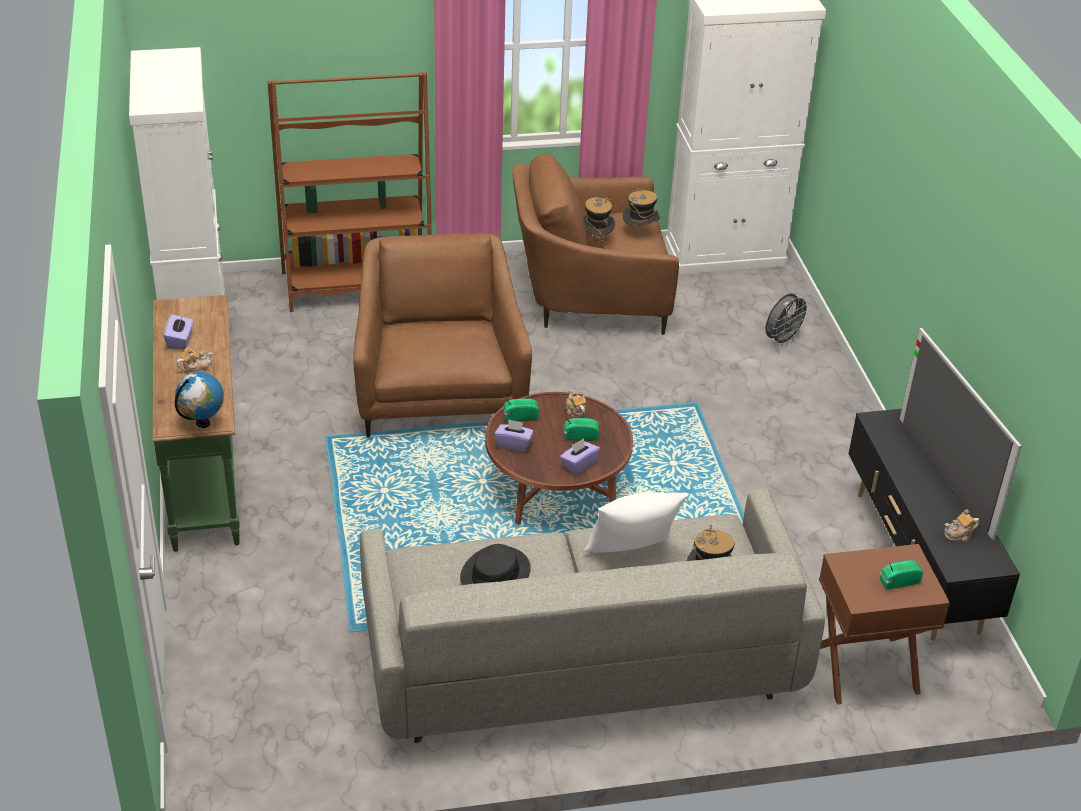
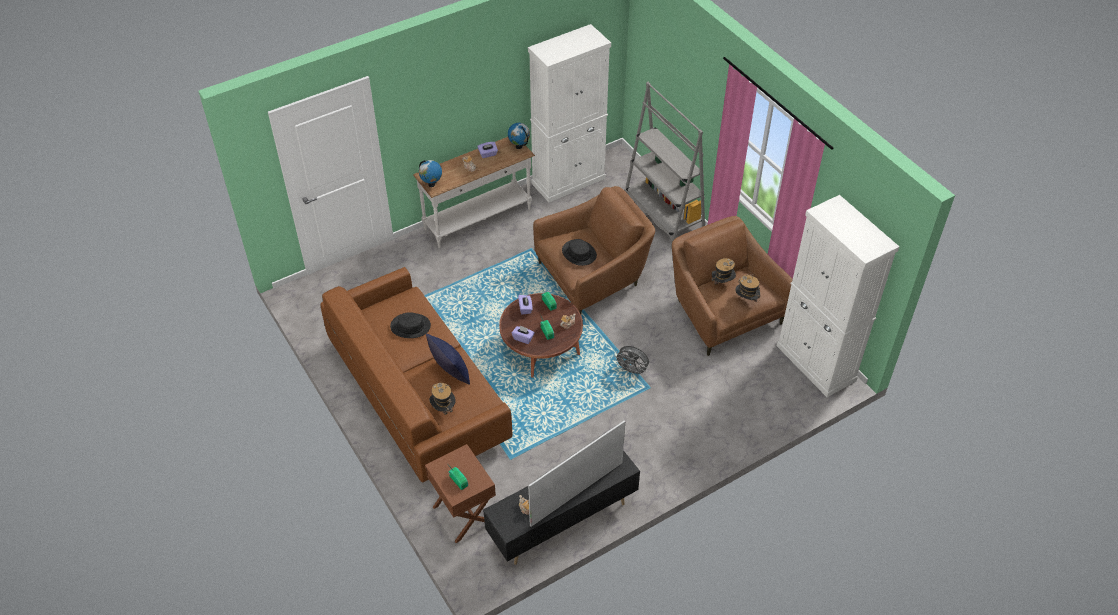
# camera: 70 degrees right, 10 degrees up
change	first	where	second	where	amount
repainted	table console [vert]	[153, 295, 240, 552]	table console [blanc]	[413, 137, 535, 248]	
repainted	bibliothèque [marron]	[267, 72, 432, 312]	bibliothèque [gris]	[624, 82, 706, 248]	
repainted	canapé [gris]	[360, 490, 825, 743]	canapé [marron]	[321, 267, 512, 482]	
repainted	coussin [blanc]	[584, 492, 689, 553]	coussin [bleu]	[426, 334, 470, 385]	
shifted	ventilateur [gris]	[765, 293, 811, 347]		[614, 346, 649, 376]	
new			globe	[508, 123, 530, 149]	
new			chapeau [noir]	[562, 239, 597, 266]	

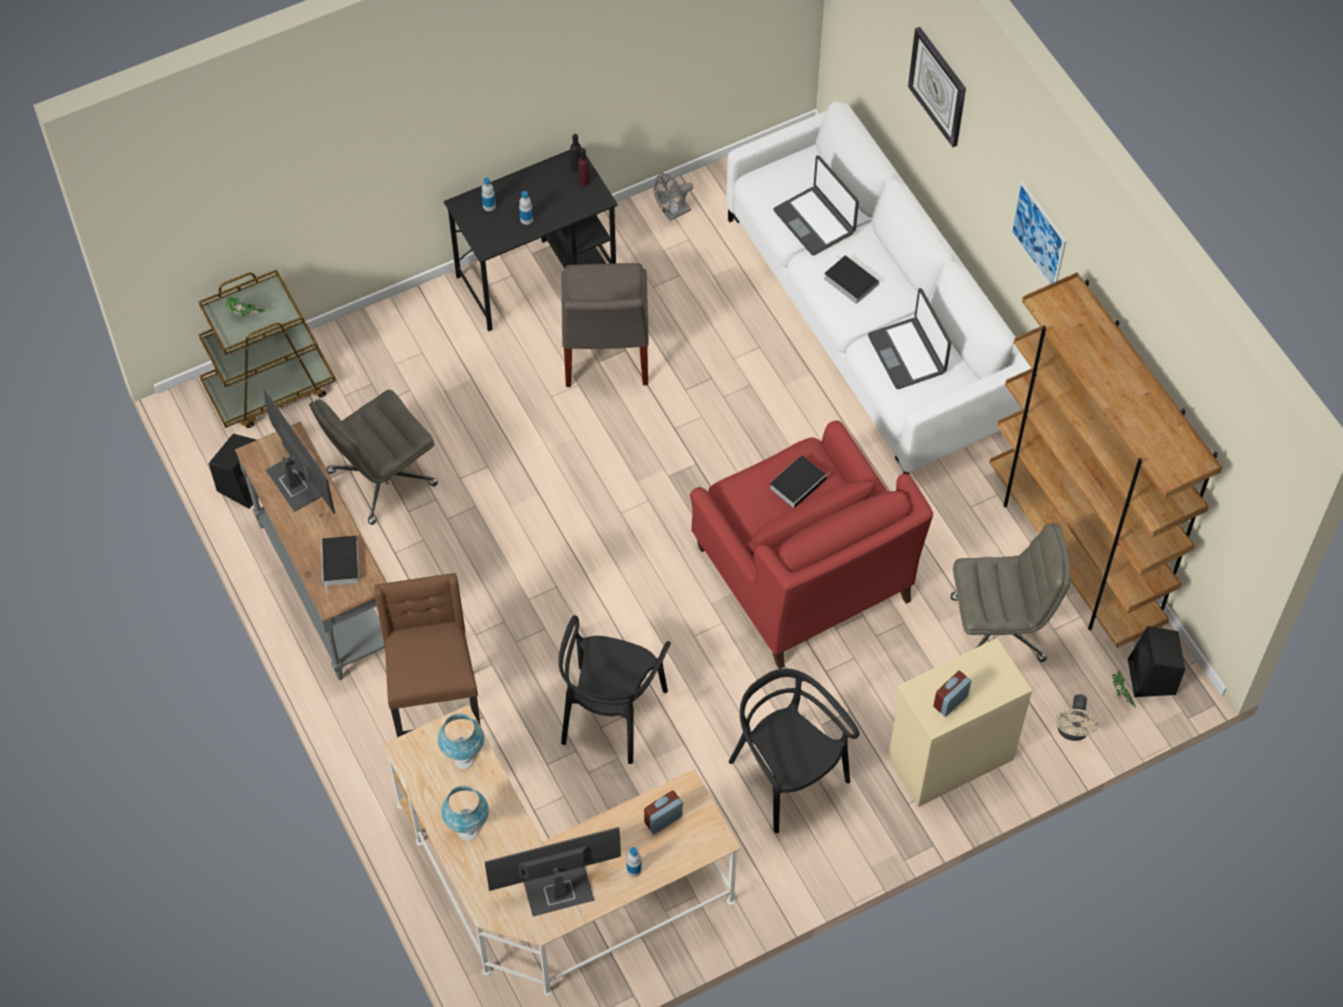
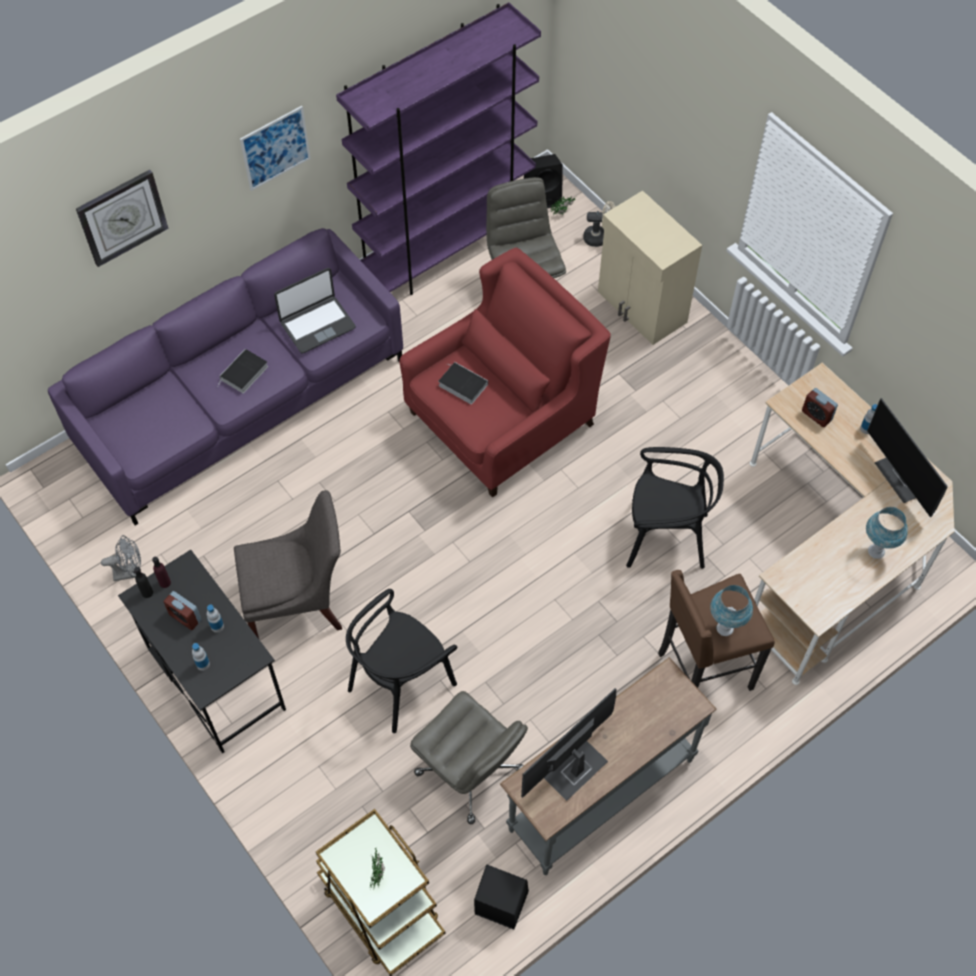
# camera: 100 degrees left, 0 degrees up
change	first	where	second	where	amount
gone	livre	[321, 536, 359, 594]			
shifted	lampe de table [bleu]	[438, 713, 484, 769]		[710, 585, 753, 636]	
rotated	ventilateur [gris]	[654, 173, 694, 221]		[101, 535, 141, 581]	60 degrees counterclockwise
repainted	canapé [blanc]	[726, 101, 1031, 474]	canapé [violet]	[48, 228, 403, 525]	
shifted	chaise [noir]	[729, 668, 859, 833]		[346, 589, 457, 733]	
gone	ordinateur portable	[773, 155, 859, 255]			
shifted	réveil	[933, 671, 971, 717]		[163, 591, 202, 630]	
repainted	bibliothèque [marron]	[989, 272, 1223, 648]	bibliothèque [violet]	[336, 2, 541, 295]	

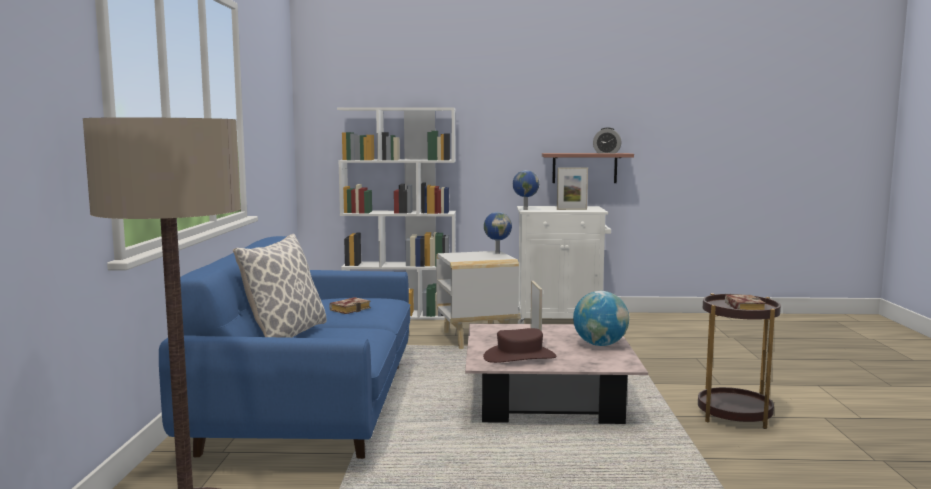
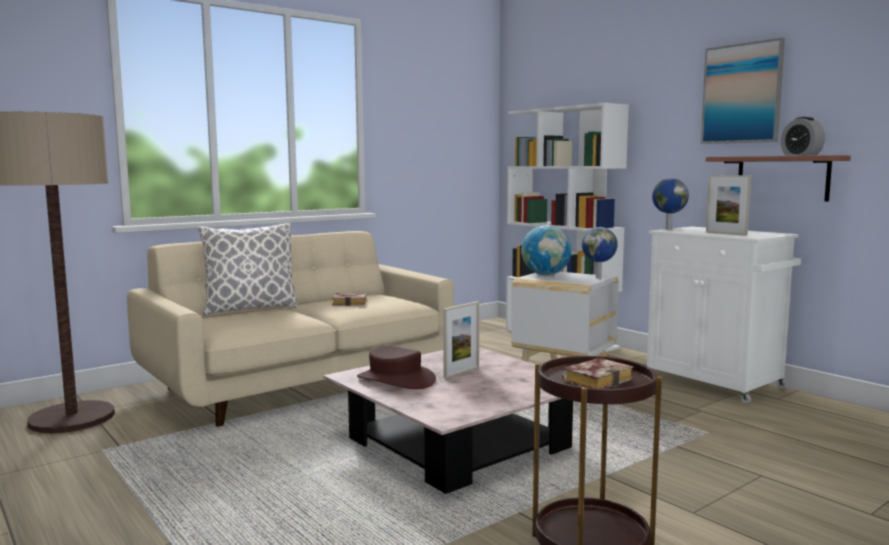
# camera: 50 degrees right, 0 degrees up
change	first	where	second	where	amount
repainted	canapé [bleu]	[159, 236, 410, 459]	canapé [beige]	[127, 231, 454, 427]	
shifted	globe	[573, 291, 629, 346]		[521, 225, 572, 275]	
new			tableau	[701, 37, 785, 144]	

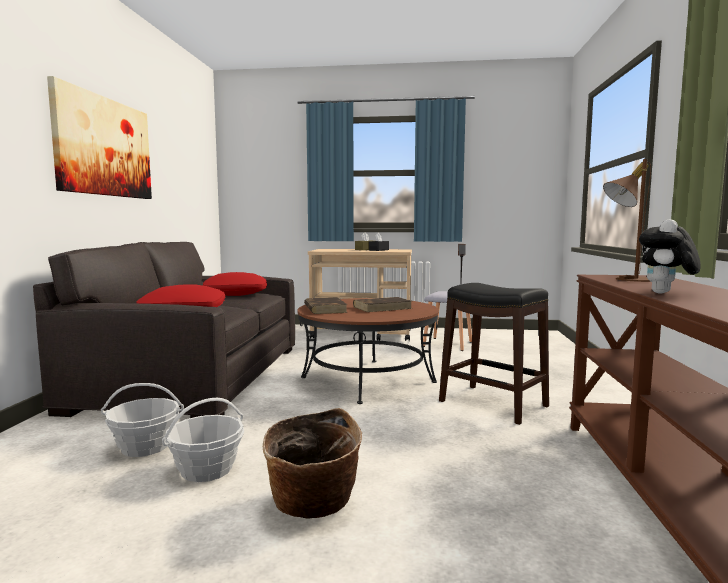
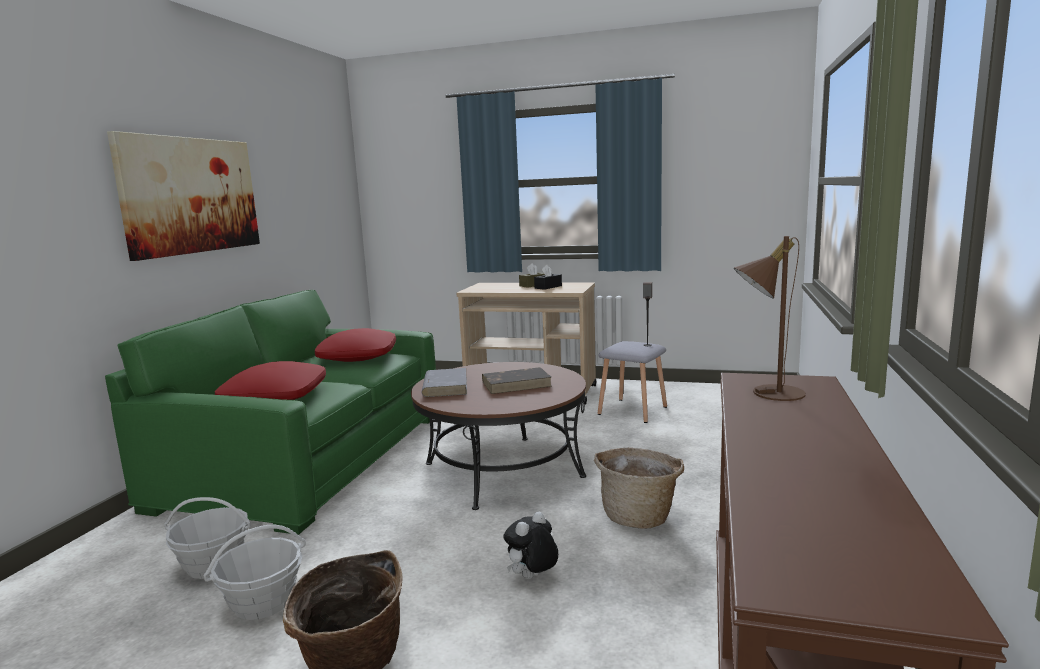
# camera: 10 degrees right, 5 degrees up
change	first	where	second	where	amount
repainted	canapé [gris]	[33, 242, 295, 418]	canapé [vert]	[105, 290, 436, 535]	
repainted	livre [marron]	[304, 297, 348, 314]	livre [gris]	[422, 368, 467, 397]	
swapped	tabouret [noir]	[439, 283, 549, 425]	panier	[594, 448, 684, 529]	
shifted	peluche	[639, 219, 701, 294]		[503, 512, 558, 579]	

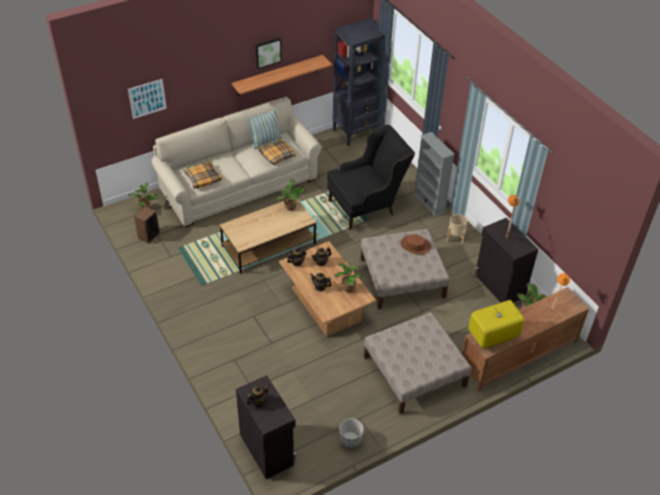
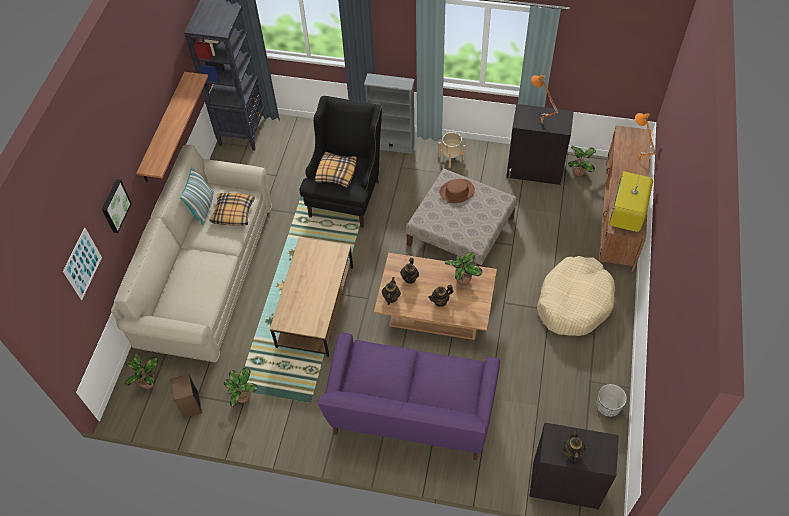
# camera: 45 degrees left, 10 degrees up
change	first	where	second	where	amount
shifted	coussin	[184, 162, 222, 188]		[315, 152, 357, 187]	
shifted	tableau	[256, 38, 282, 69]		[102, 179, 132, 233]	
shifted	plante en pot	[276, 179, 305, 211]		[224, 368, 258, 407]	
swapped	pouf [beige]	[364, 312, 472, 414]	panier pour chien [beige]	[537, 256, 616, 336]	
new			canapé [violet]	[318, 332, 500, 460]	

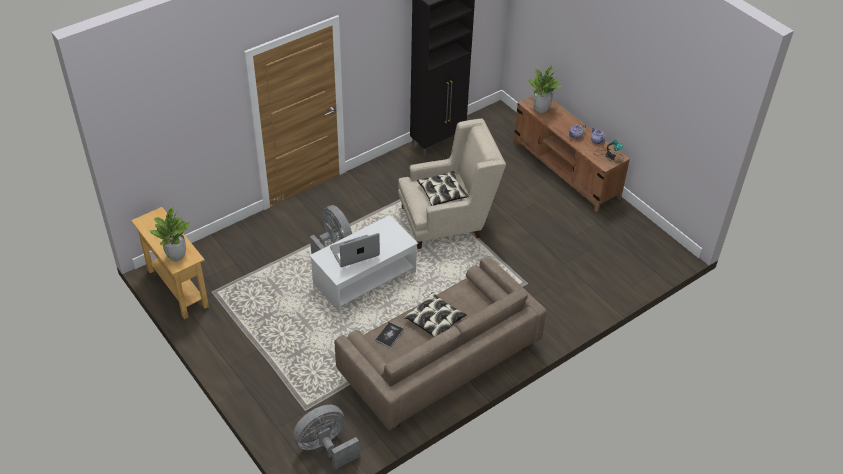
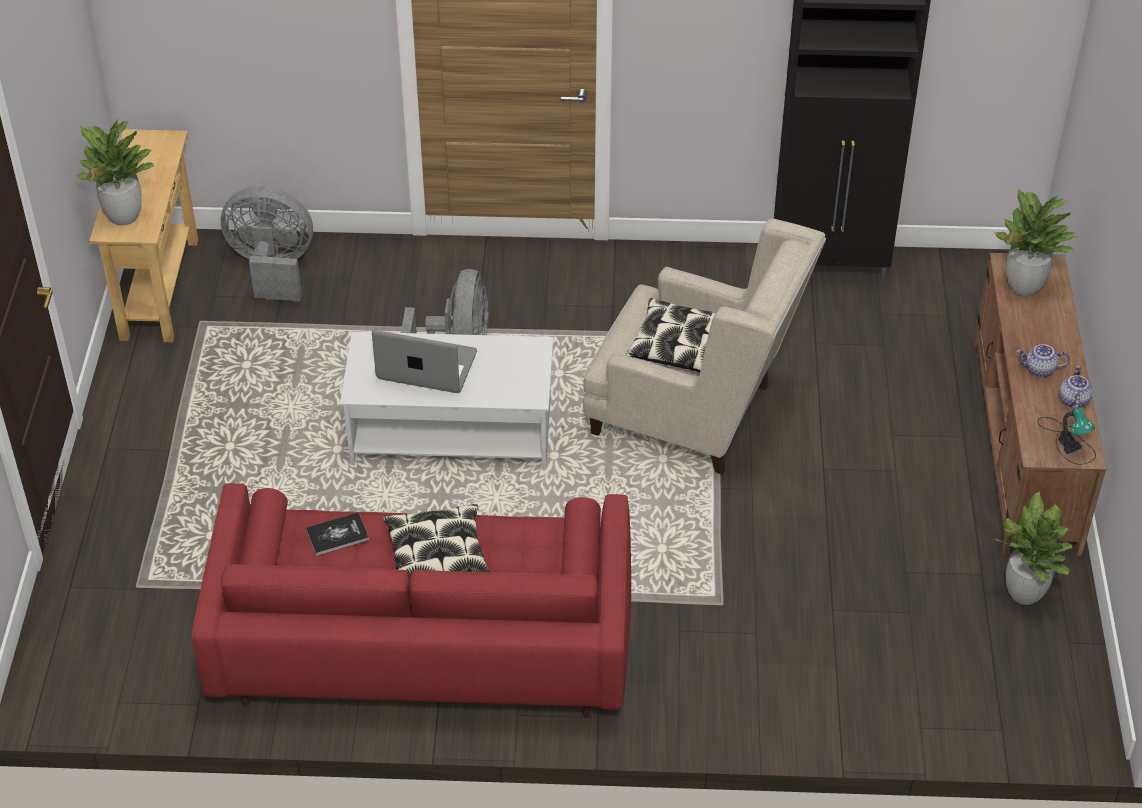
# camera: 40 degrees right, 0 degrees up
change	first	where	second	where	amount
shifted	ventilateur [gris]	[293, 405, 360, 470]		[221, 186, 313, 302]	
repainted	canapé [beige]	[335, 256, 546, 430]	canapé [rouge]	[192, 483, 631, 717]	
new			plante en pot	[992, 491, 1072, 605]	

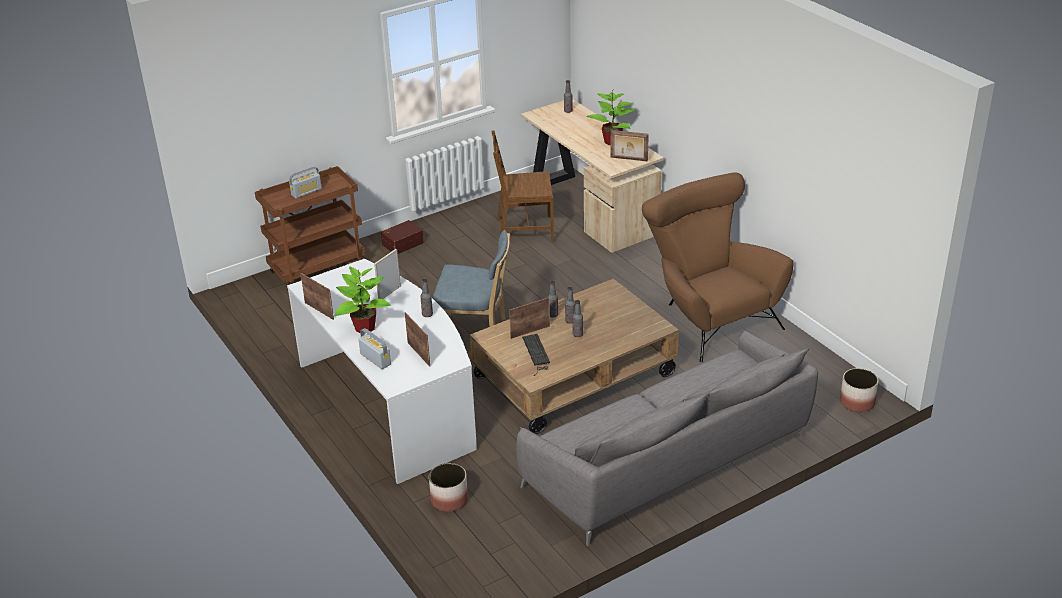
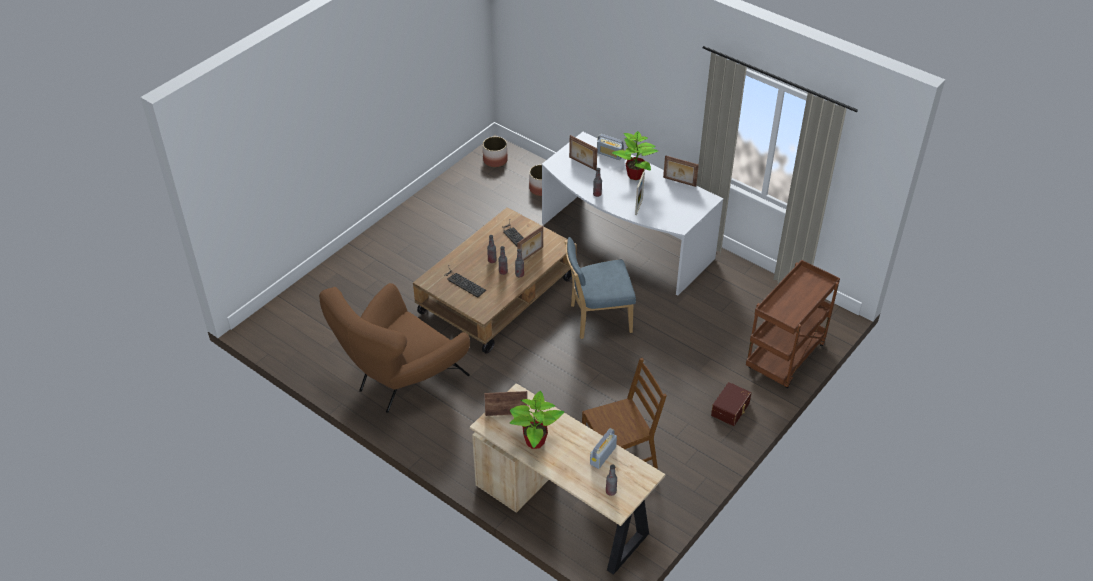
# camera: 160 degrees right, 10 degrees up
change	first	where	second	where	amount
shifted	radio	[289, 167, 322, 198]		[590, 428, 617, 469]	
gone	canapé [gris]	[516, 330, 818, 547]			
rotated	fauteuil [marron]	[642, 173, 794, 362]		[319, 283, 470, 413]	90 degrees clockwise
shifted	cache-pot	[840, 368, 878, 412]		[483, 136, 508, 167]	
new			clavier	[444, 271, 486, 298]	

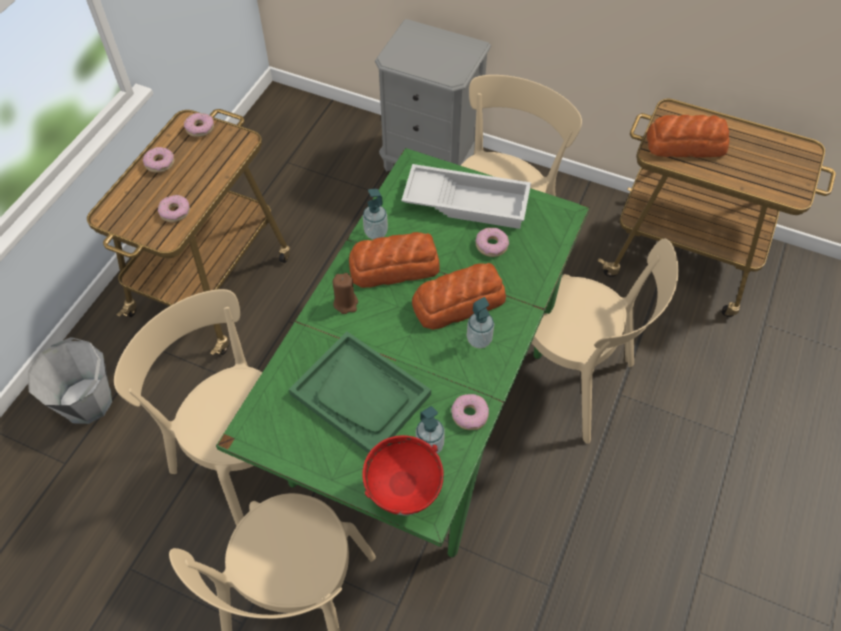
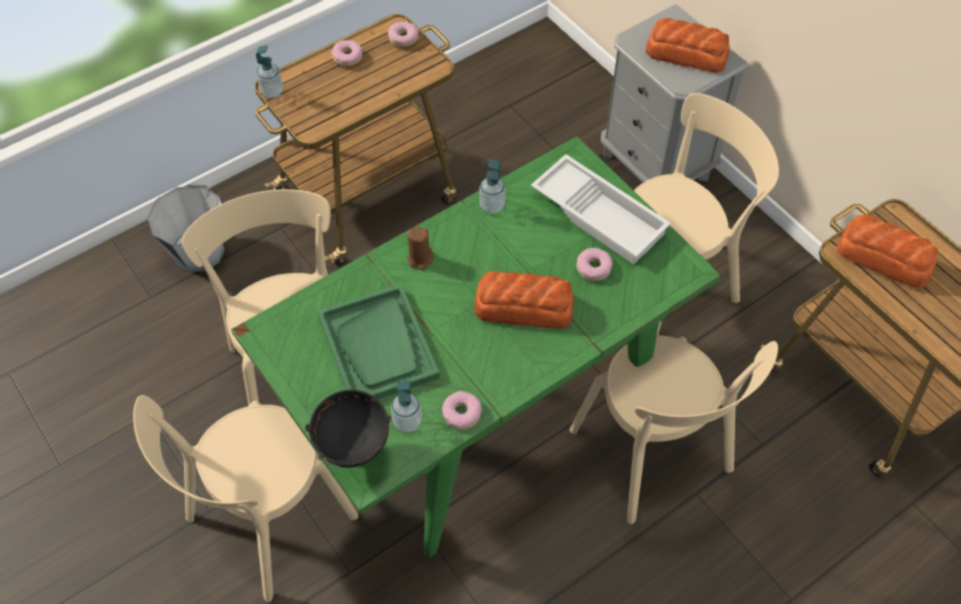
# camera: 30 degrees right, 0 degrees up
change	first	where	second	where	amount
gone	beignet	[158, 195, 190, 223]			
shifted	pain	[349, 232, 440, 288]		[646, 18, 730, 73]	
repainted	bol [rouge]	[362, 435, 444, 516]	bol [noir]	[305, 389, 391, 468]	
shifted	distributeur de savon	[467, 297, 494, 348]		[256, 45, 283, 98]	

